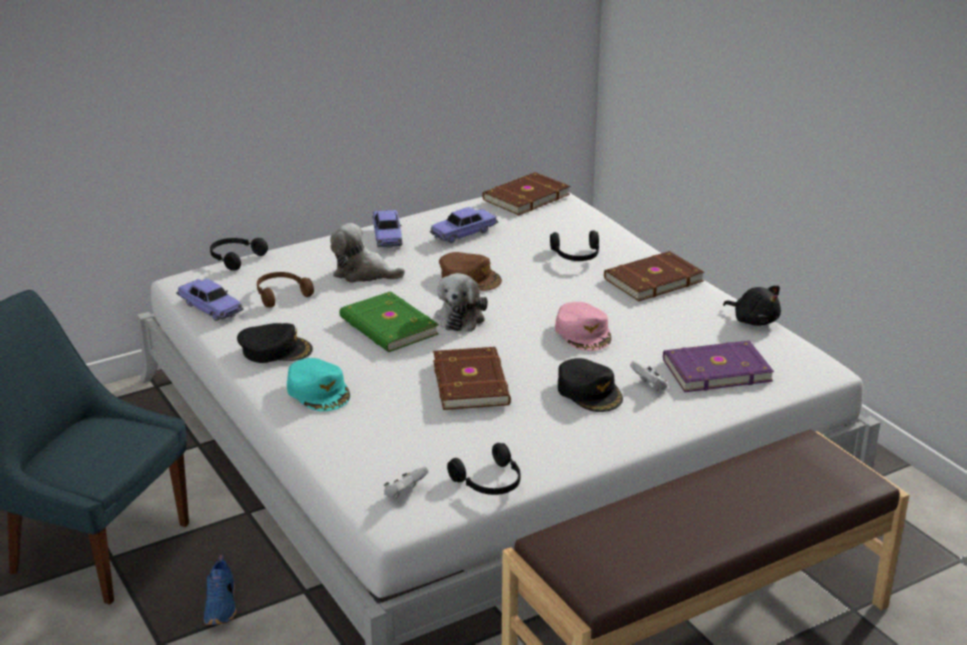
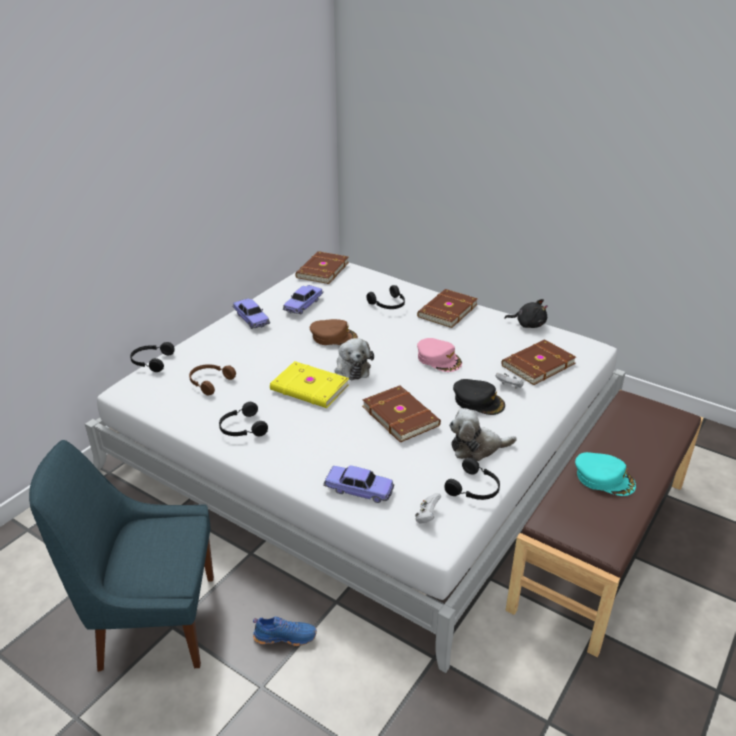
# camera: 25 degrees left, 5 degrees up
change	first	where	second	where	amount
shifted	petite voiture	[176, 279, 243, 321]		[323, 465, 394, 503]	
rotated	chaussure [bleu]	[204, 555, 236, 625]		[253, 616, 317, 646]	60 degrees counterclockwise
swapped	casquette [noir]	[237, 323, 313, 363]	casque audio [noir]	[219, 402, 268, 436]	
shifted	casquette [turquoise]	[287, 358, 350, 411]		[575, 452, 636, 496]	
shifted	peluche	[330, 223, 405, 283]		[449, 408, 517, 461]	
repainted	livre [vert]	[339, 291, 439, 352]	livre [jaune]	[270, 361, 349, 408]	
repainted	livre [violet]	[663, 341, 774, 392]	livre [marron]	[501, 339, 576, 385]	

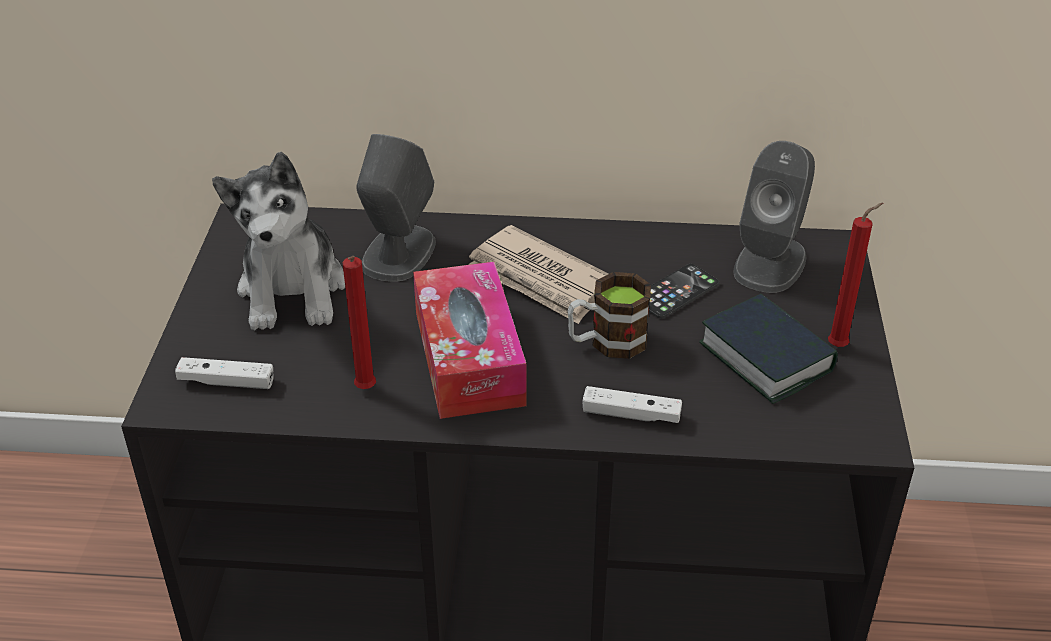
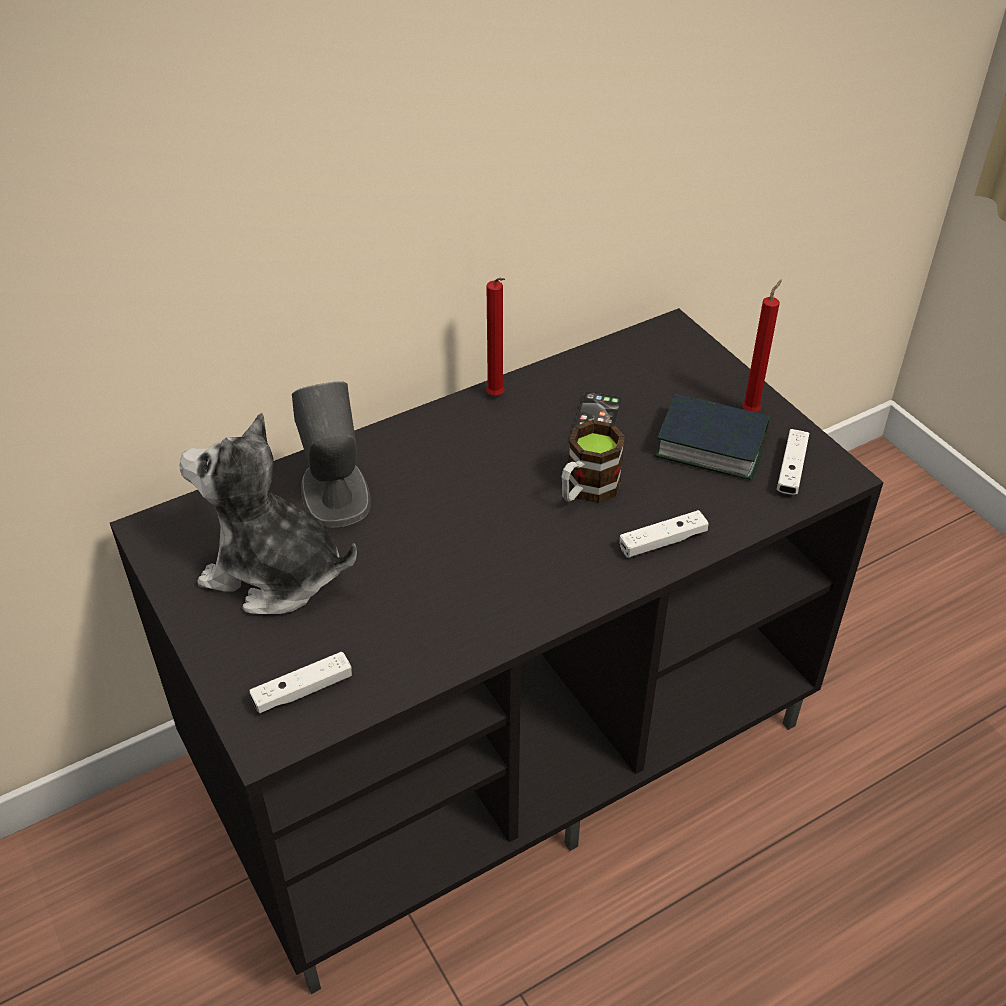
# camera: 35 degrees left, 5 degrees up
change	first	where	second	where	amount
rotated	peluche	[212, 152, 345, 330]		[179, 413, 357, 614]	150 degrees clockwise
shifted	bougie [rouge]	[342, 256, 376, 389]		[486, 278, 505, 396]	
gone	boîte à mouchoirs	[413, 262, 526, 419]			
gone	journal	[468, 225, 609, 324]			
gone	enceinte [gris]	[733, 141, 815, 293]			
new			manette [blanc]	[777, 429, 809, 495]	

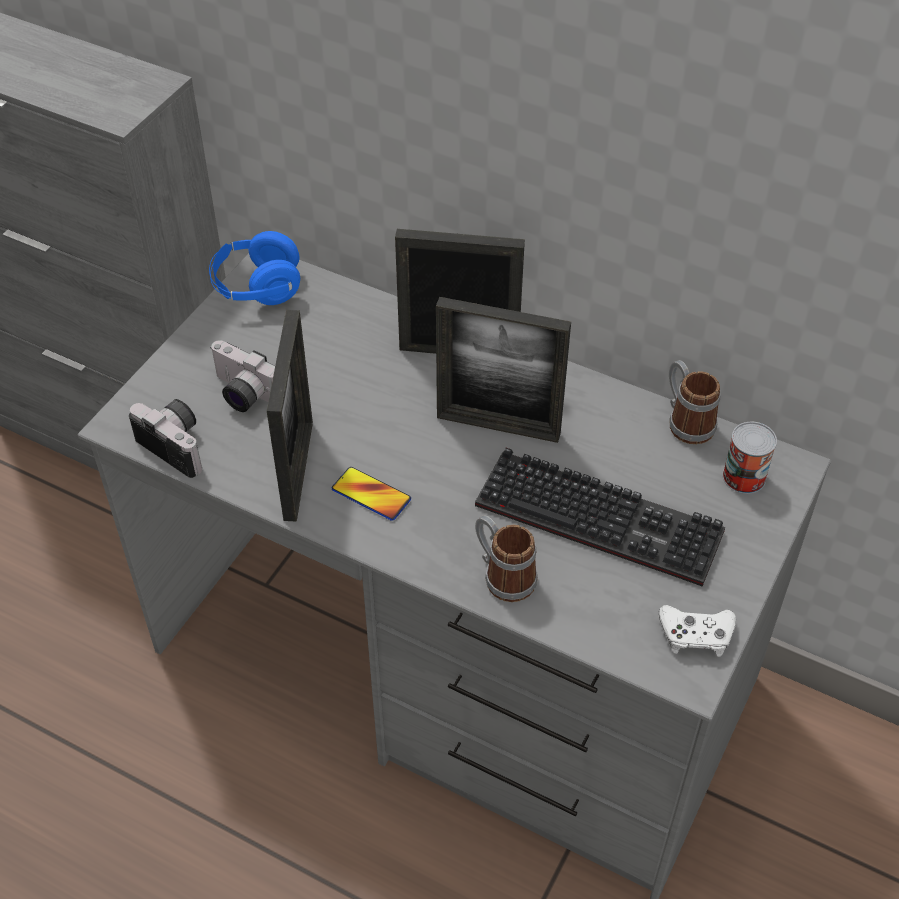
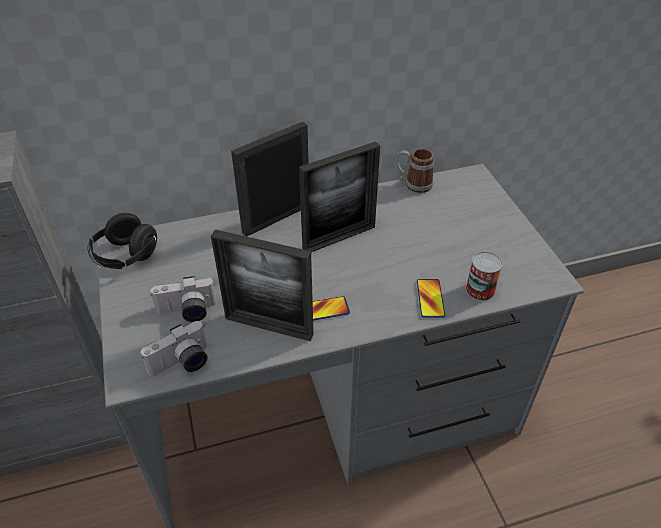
# camera: 45 degrees left, 5 degrees down
change	first	where	second	where	amount
rotated	appareil photo	[129, 399, 202, 478]		[141, 321, 208, 376]	150 degrees clockwise
repainted	casque audio [bleu]	[209, 231, 300, 305]	casque audio [noir]	[87, 213, 157, 269]	
rotated	cadre photo	[267, 310, 313, 522]		[211, 229, 314, 341]	150 degrees clockwise
gone	clavier	[475, 448, 725, 587]			
swapped	mug	[475, 515, 538, 602]	téléphone	[417, 279, 445, 318]	
gone	manette [blanc]	[658, 605, 736, 657]			
shifted	boîte métallique	[722, 422, 777, 494]		[466, 251, 503, 301]	

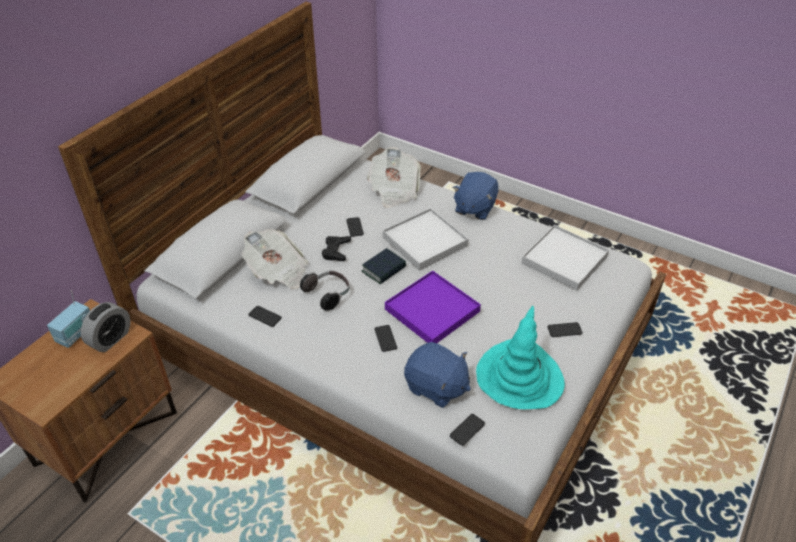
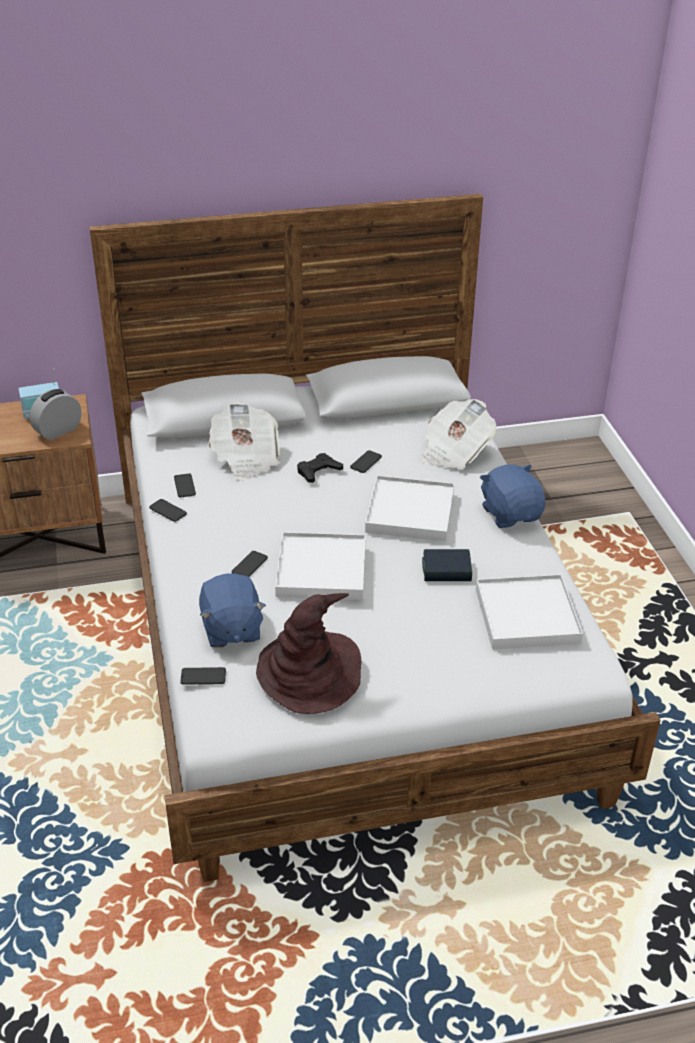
# camera: 45 degrees right, 5 degrees down
change	first	where	second	where	amount
rotated	réveil	[81, 302, 131, 352]		[30, 389, 81, 440]	150 degrees clockwise
gone	casque audio	[300, 270, 349, 311]			
shifted	livre	[362, 248, 406, 284]		[422, 549, 472, 581]	
repainted	plateau [violet]	[385, 271, 481, 343]	plateau [blanc]	[275, 532, 366, 600]	
rotated	peluche [bleu]	[452, 172, 499, 220]		[480, 464, 545, 528]	90 degrees clockwise
repainted	chapeau [turquoise]	[476, 306, 565, 409]	chapeau [marron]	[256, 593, 361, 714]	
shifted	téléphone	[547, 322, 583, 337]		[149, 499, 187, 522]	

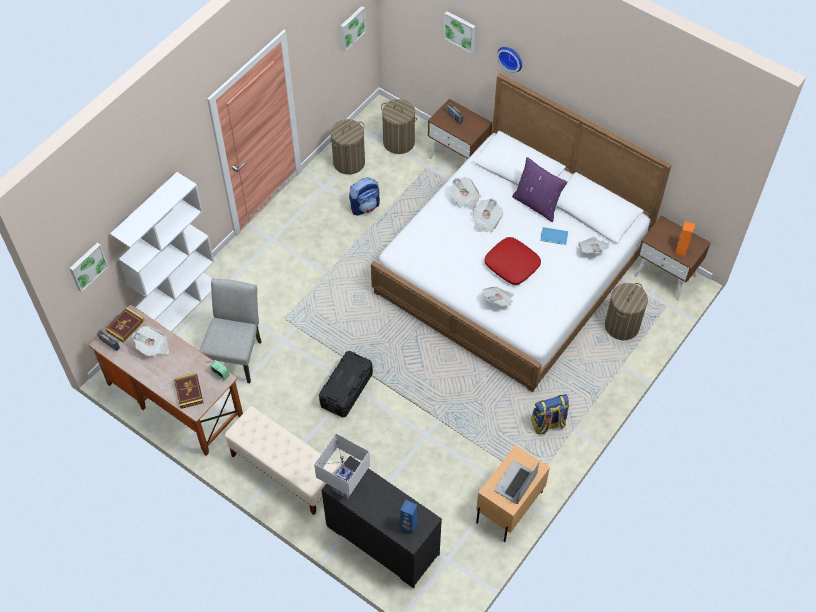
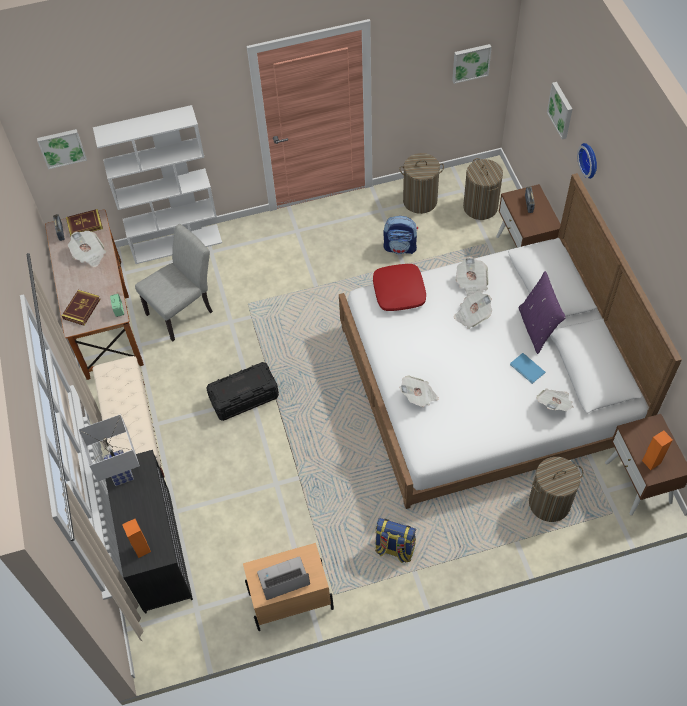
# camera: 40 degrees right, 0 degrees up
change	first	where	second	where	amount
repainted	enceinte [bleu]	[400, 500, 417, 534]	enceinte [orange]	[122, 519, 151, 558]	
shifted	coussin [rouge]	[485, 237, 541, 285]		[373, 264, 426, 311]	

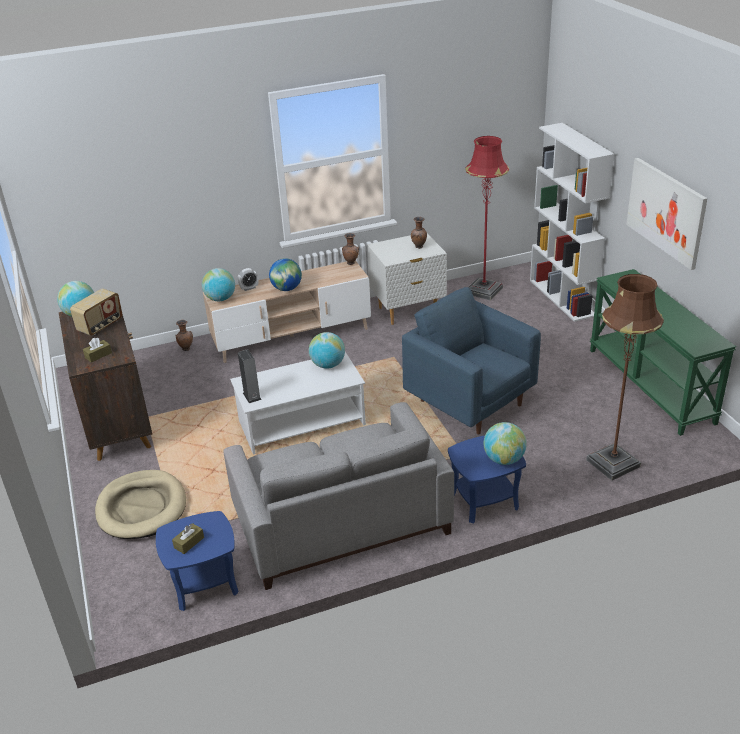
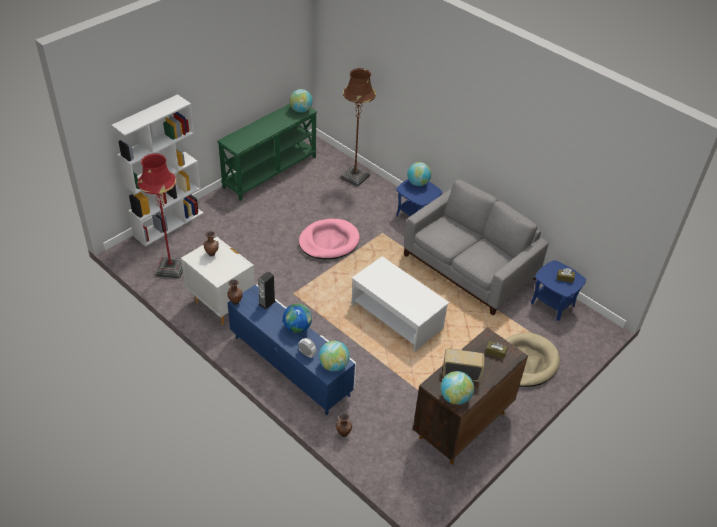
# camera: 120 degrees left, 10 degrees up
change	first	where	second	where	amount
repainted	meuble télé [beige]	[203, 260, 371, 363]	meuble télé [bleu]	[228, 284, 356, 415]	
shifted	enceinte	[238, 349, 262, 403]		[258, 271, 276, 310]	
shifted	globe	[309, 332, 345, 369]		[290, 89, 313, 113]	
swapped	fauteuil [bleu]	[402, 287, 541, 434]	panier pour chien [rose]	[299, 219, 360, 260]	
gone	tableau	[626, 158, 707, 270]			

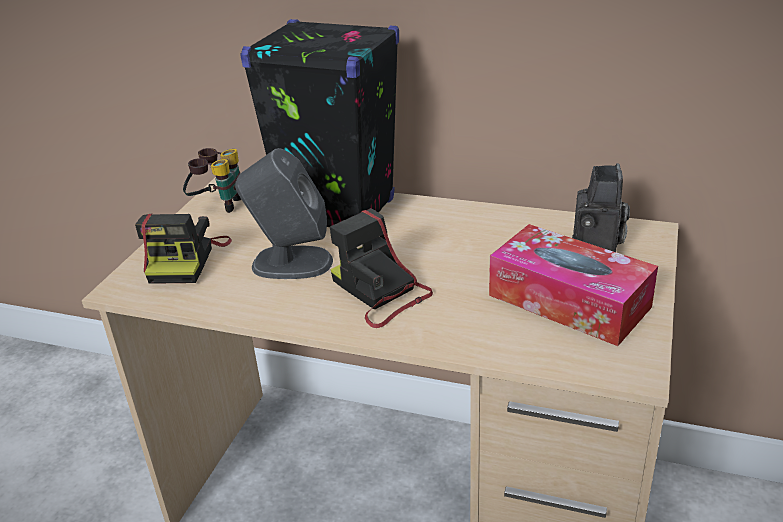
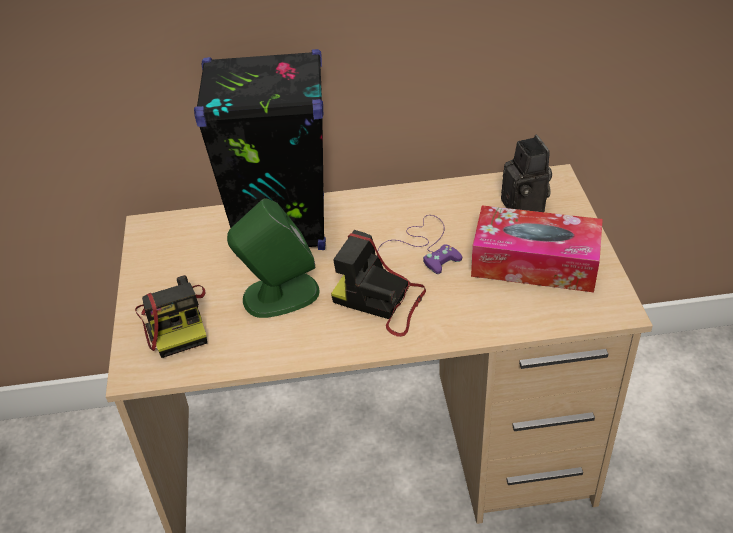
# camera: 25 degrees left, 10 degrees up
change	first	where	second	where	amount
gone	jumelles	[183, 148, 241, 213]			
repainted	enceinte [gris]	[235, 148, 333, 279]	enceinte [vert]	[227, 198, 320, 318]	
new			manette [violet]	[378, 215, 462, 274]	

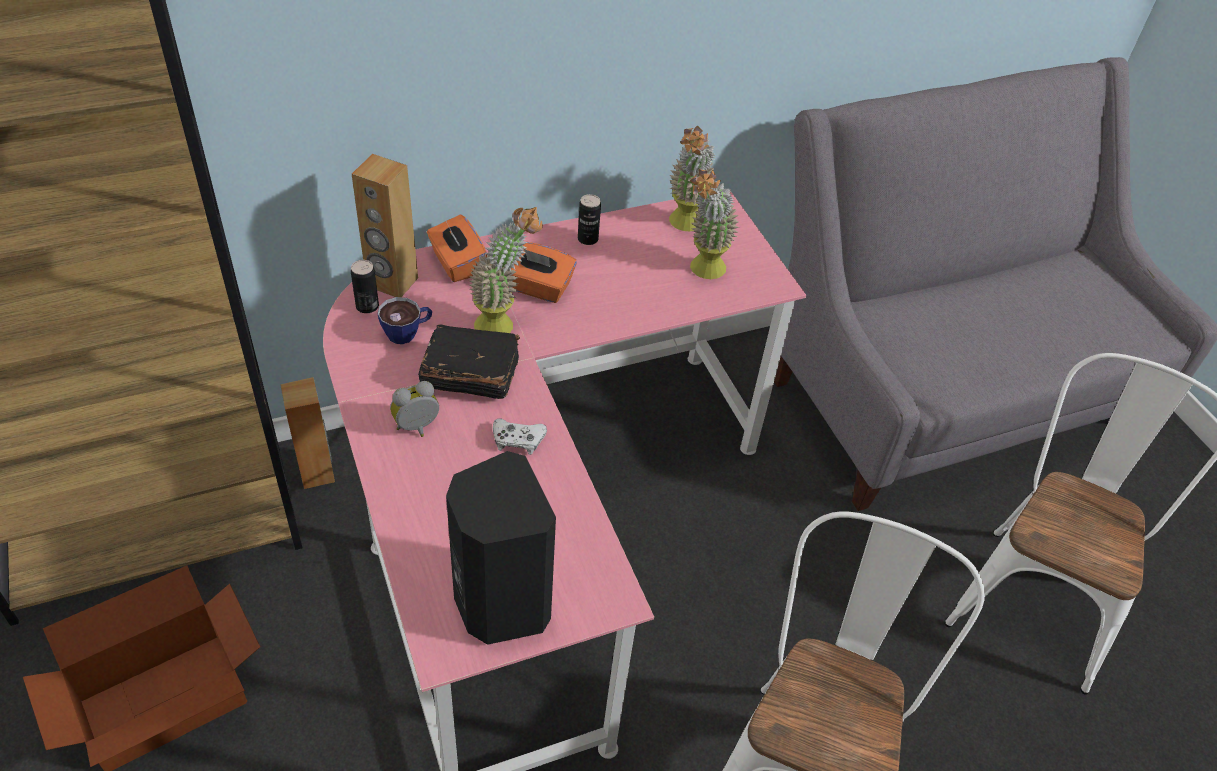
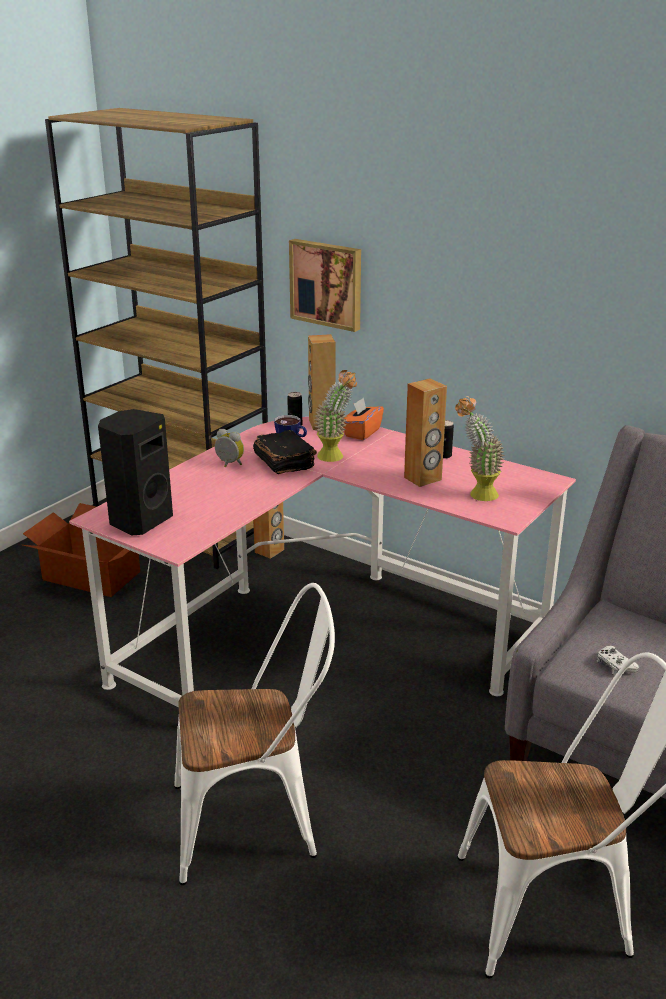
# camera: 60 degrees right, 20 degrees down
change	first	where	second	where	amount
shifted	manette [blanc]	[493, 418, 547, 455]		[597, 645, 639, 675]	
gone	boîte à mouchoirs [orange]	[509, 242, 577, 303]			
gone	plante en pot	[669, 126, 715, 231]			
new			tableau	[289, 239, 361, 332]	
new			enceinte [marron]	[404, 378, 447, 487]	

